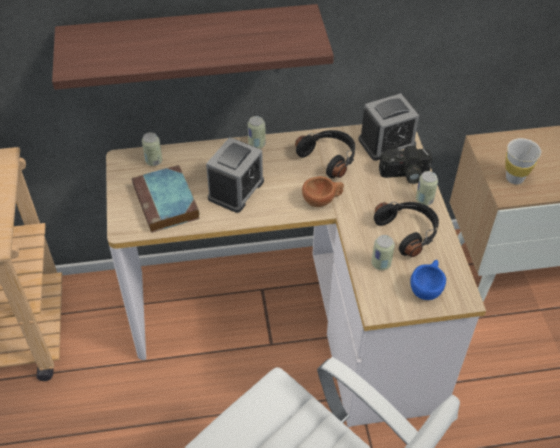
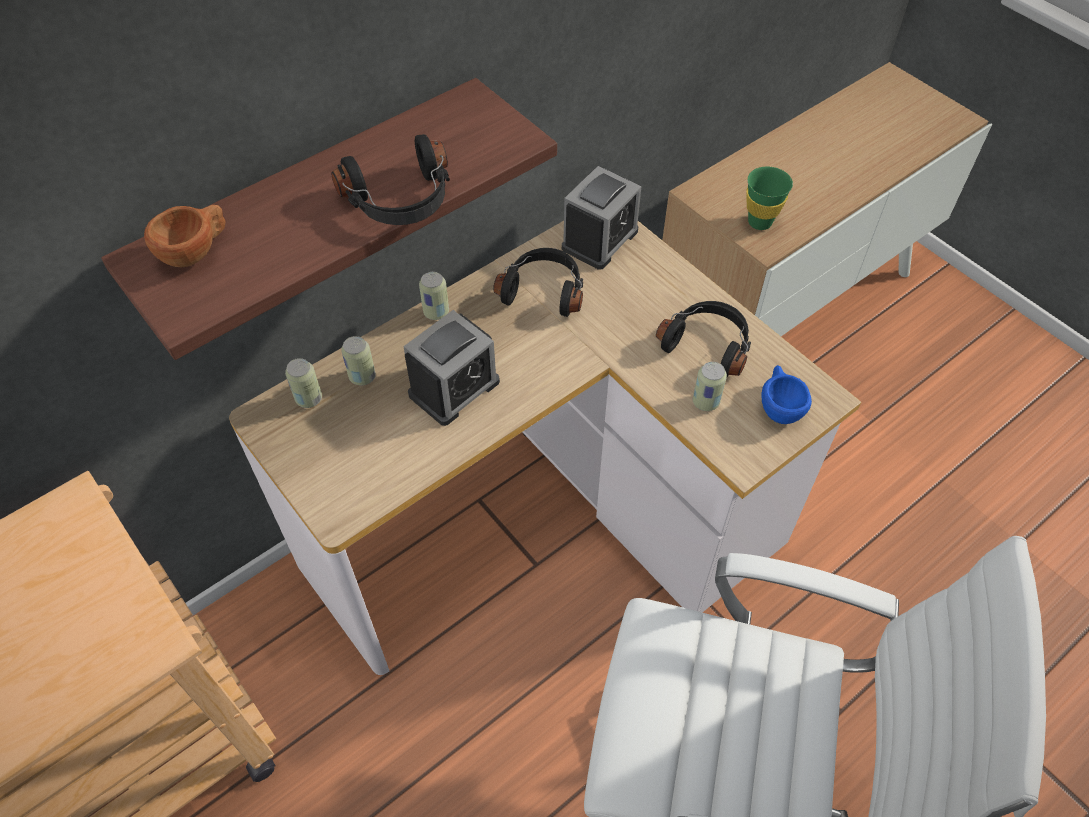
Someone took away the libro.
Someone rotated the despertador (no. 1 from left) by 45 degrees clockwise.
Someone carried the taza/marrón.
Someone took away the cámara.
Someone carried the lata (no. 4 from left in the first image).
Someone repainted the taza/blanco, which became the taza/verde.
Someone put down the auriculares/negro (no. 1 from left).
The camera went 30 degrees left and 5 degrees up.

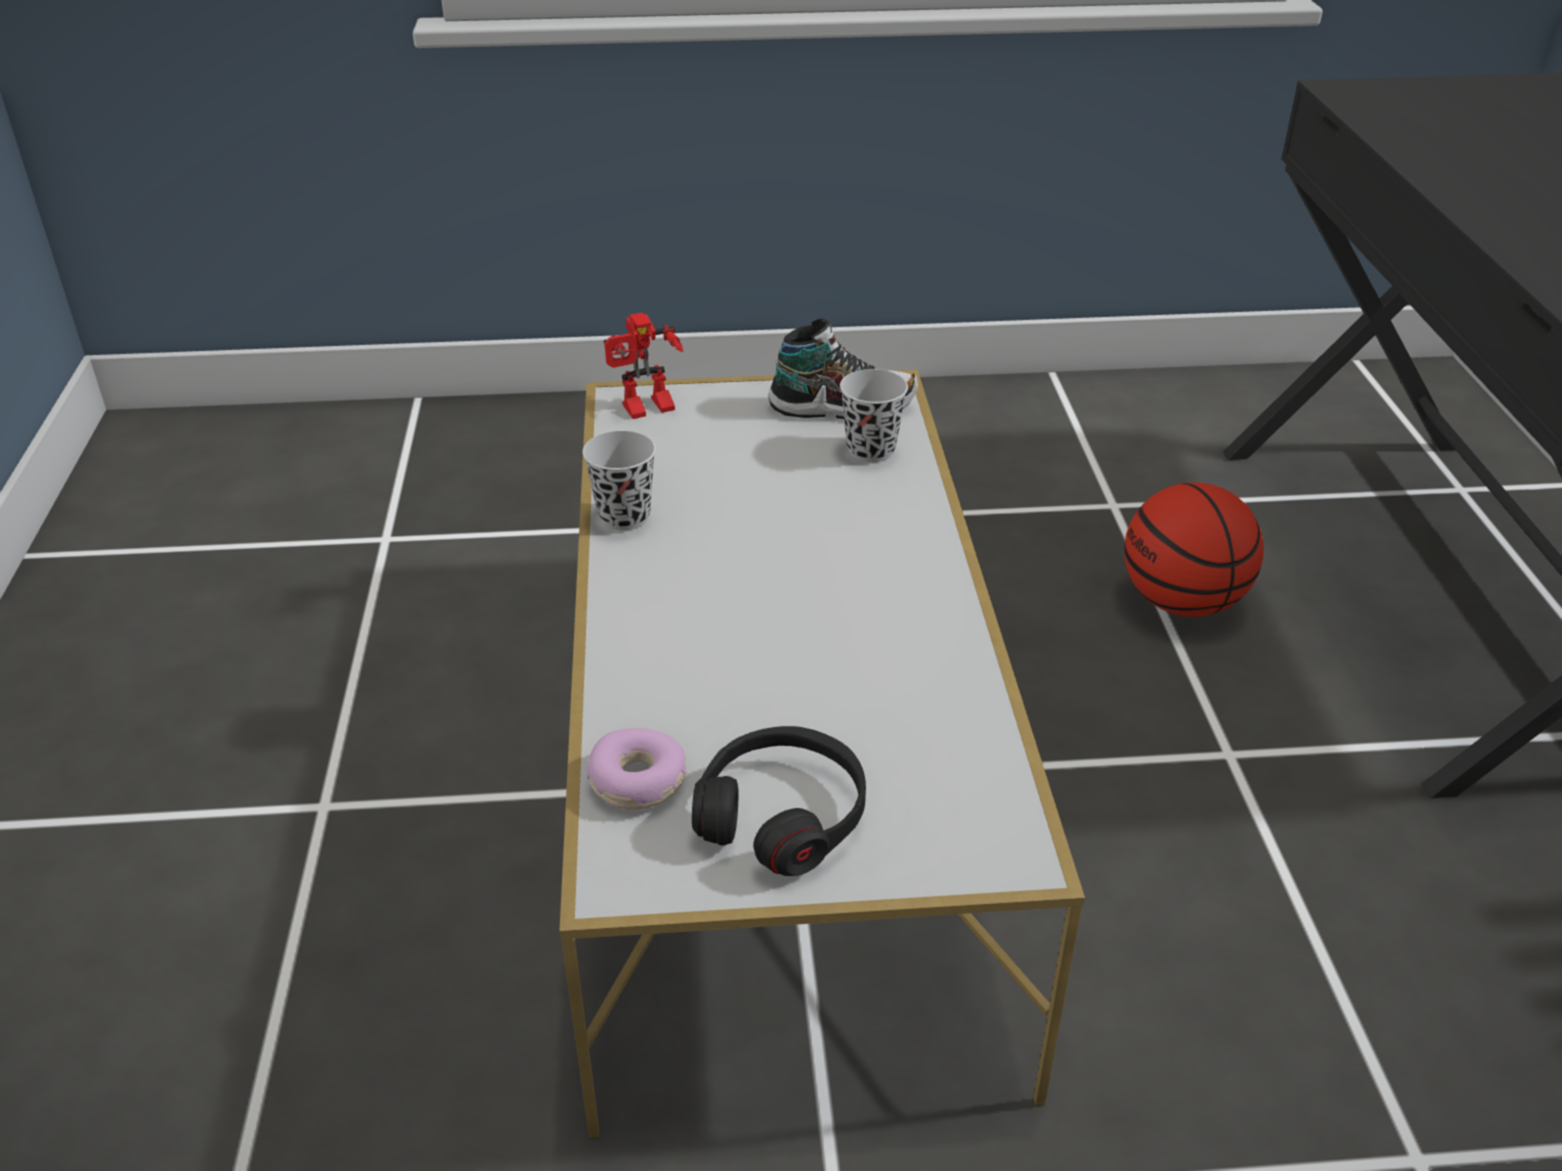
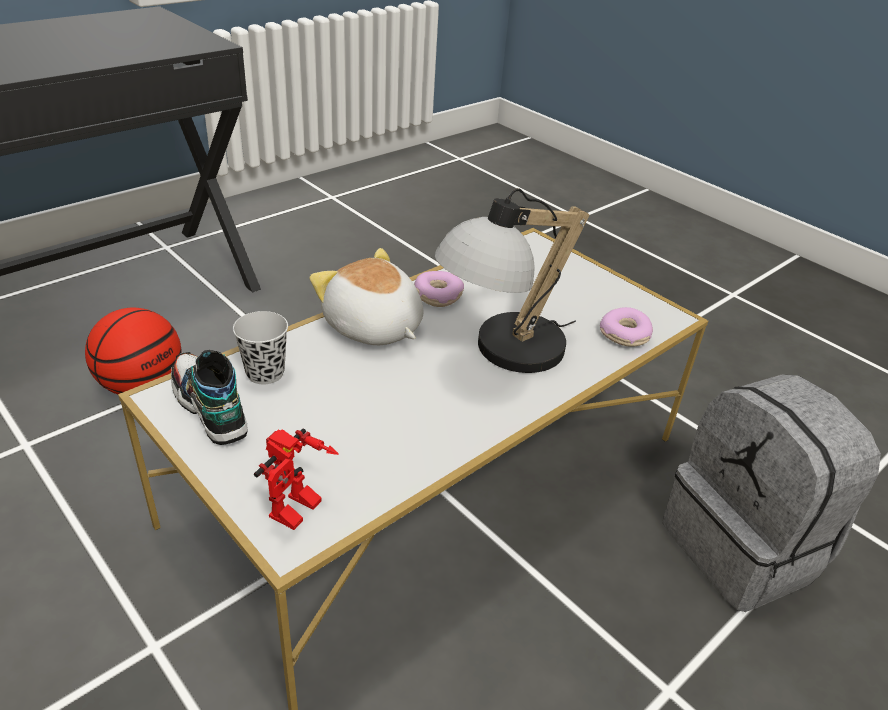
Someone took away the taza/negro (no. 1 from left).
Someone rotated the robot de juguete by 90 degrees clockwise.
Someone took away the auriculares/negro.
Someone put down the peluche.
Someone put down the rosquilla (no. 1 from left).
Someone put down the lámpara de mesa.
Someone put down the mochila/gris.
The camera went 130 degrees left and 0 degrees up.

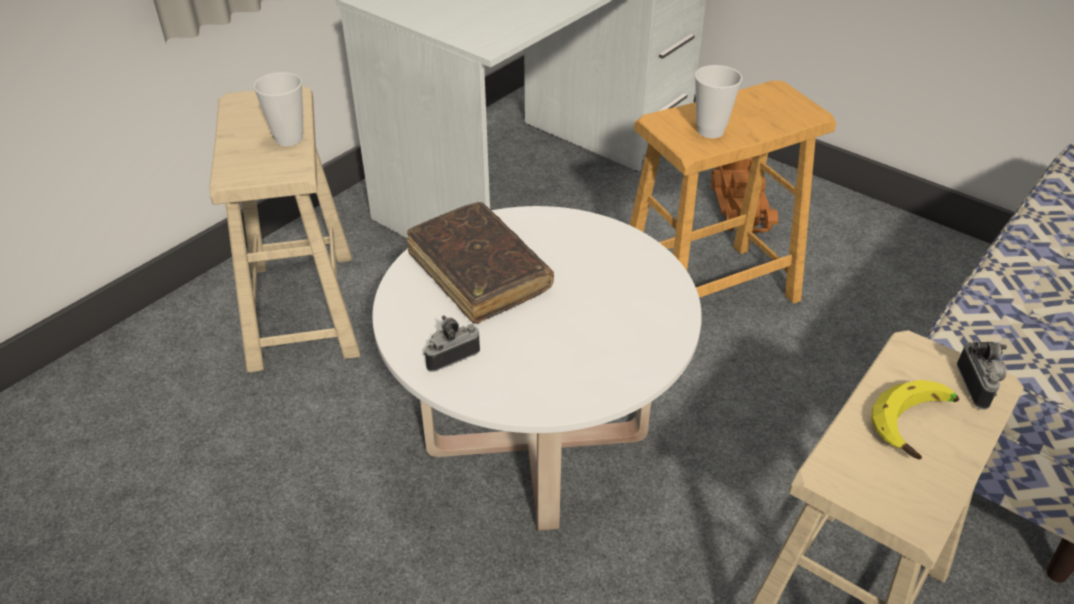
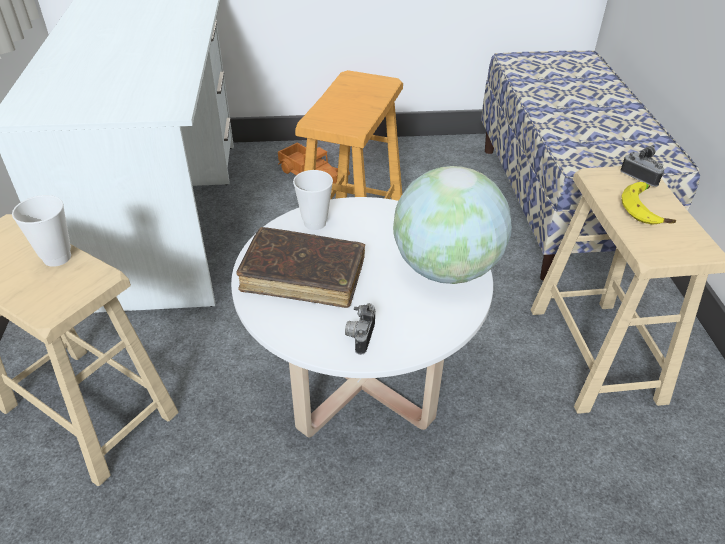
Someone carried the taza (no. 2 from left).
Someone put down the globo terráqueo.
The camera went 45 degrees left and 0 degrees up.

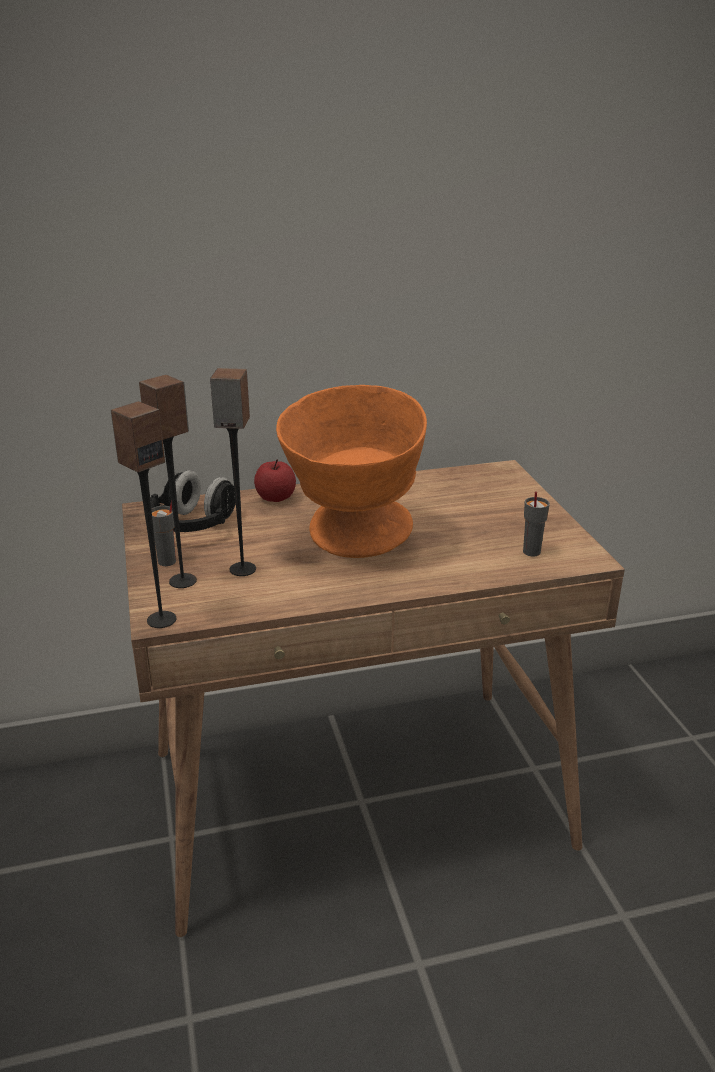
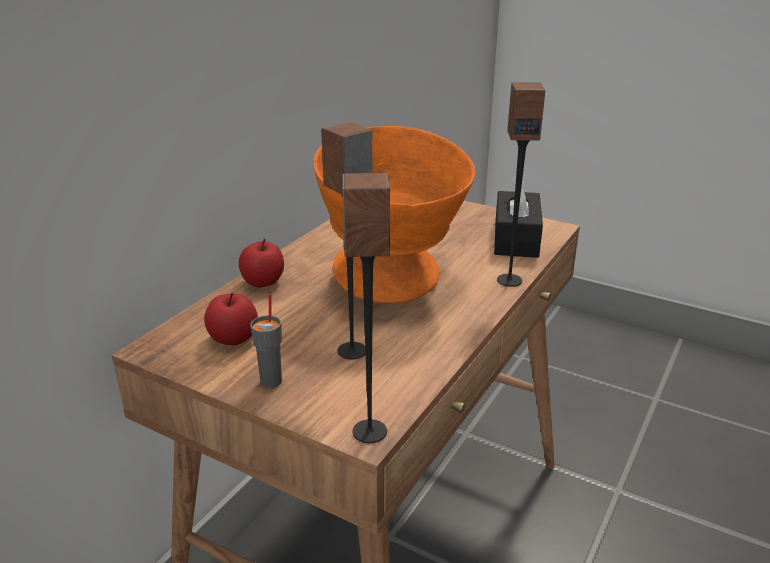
Someone carried the altavoz (no. 2 from left in the first image).
Someone swapped the auriculares/negro for the manzana (no. 1 from left).
Someone swapped the taza/gris (no. 2 from left) for the caja de pañuelos/negro.
The camera went 45 degrees left and 0 degrees up.

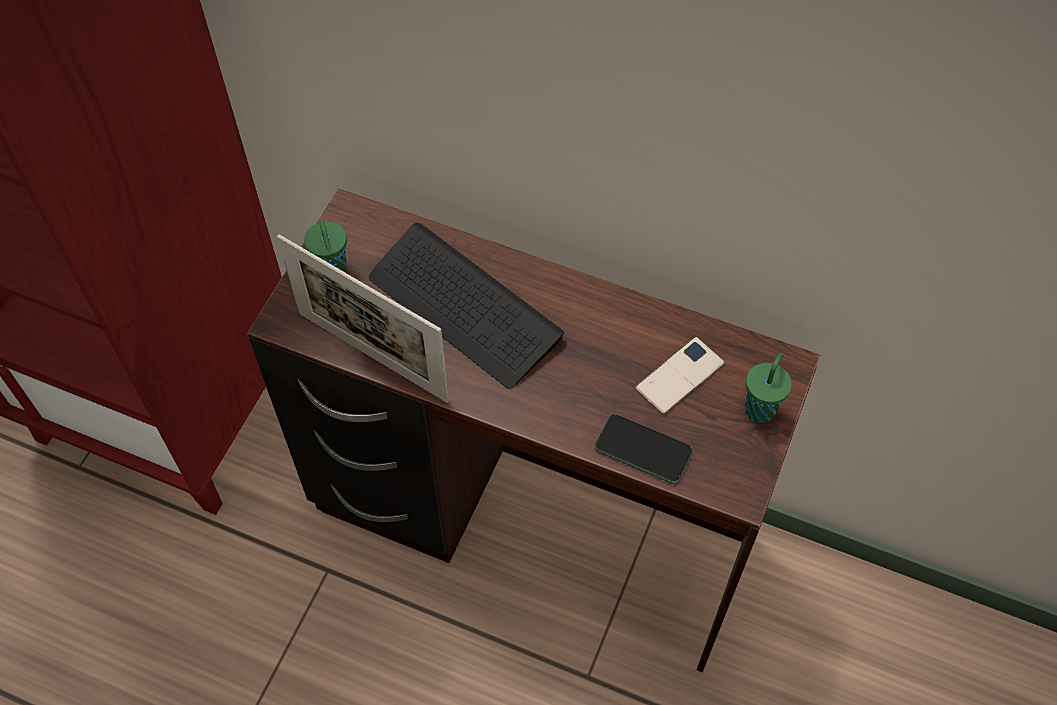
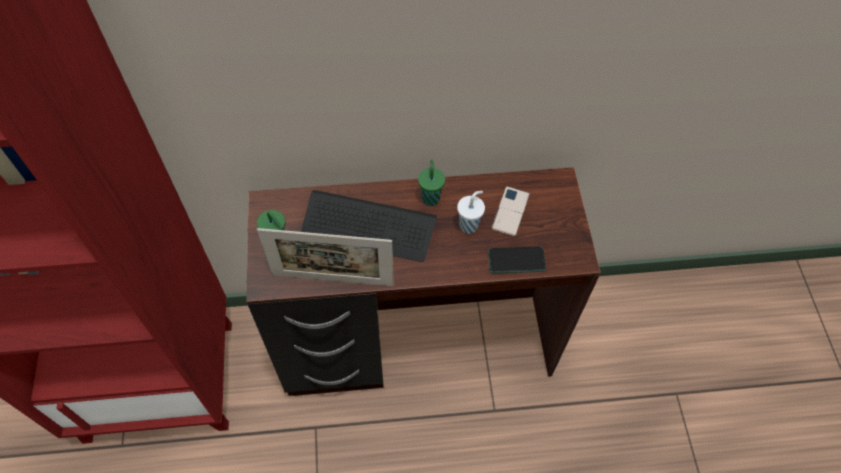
Someone carried the taza/verde (no. 2 from left).
Someone put down the taza/blanco.
The camera went 30 degrees left and 0 degrees up.

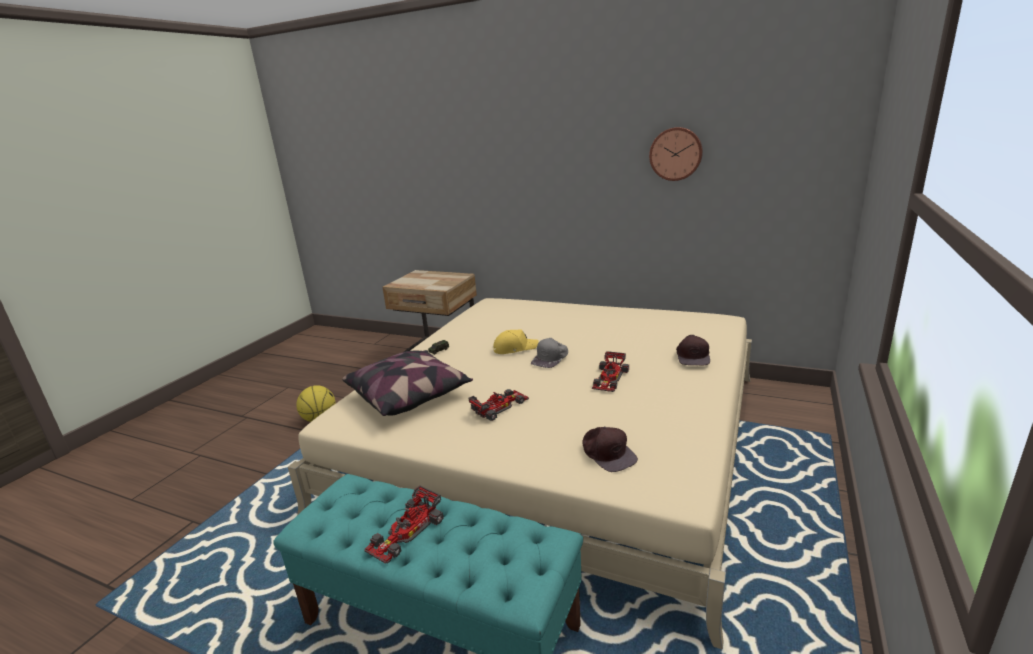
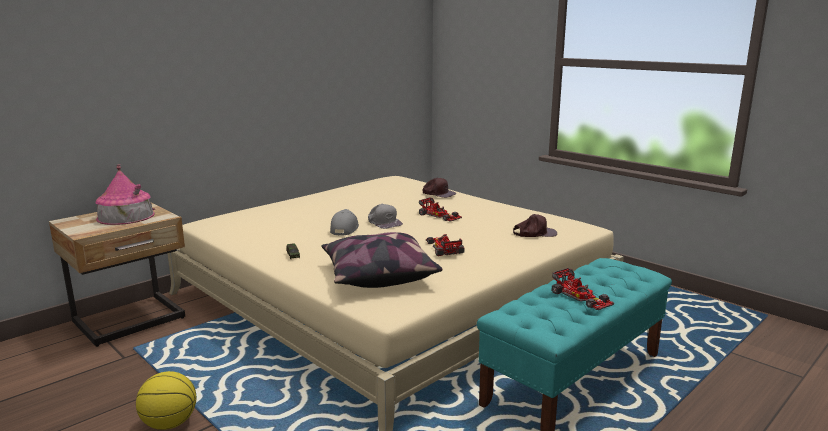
Someone repainted the gorra/amarillo, which became the gorra/gris (no. 1 from left).
Someone took away the reloj de pared.
Someone put down the casita.
The camera went 70 degrees left and 5 degrees down.

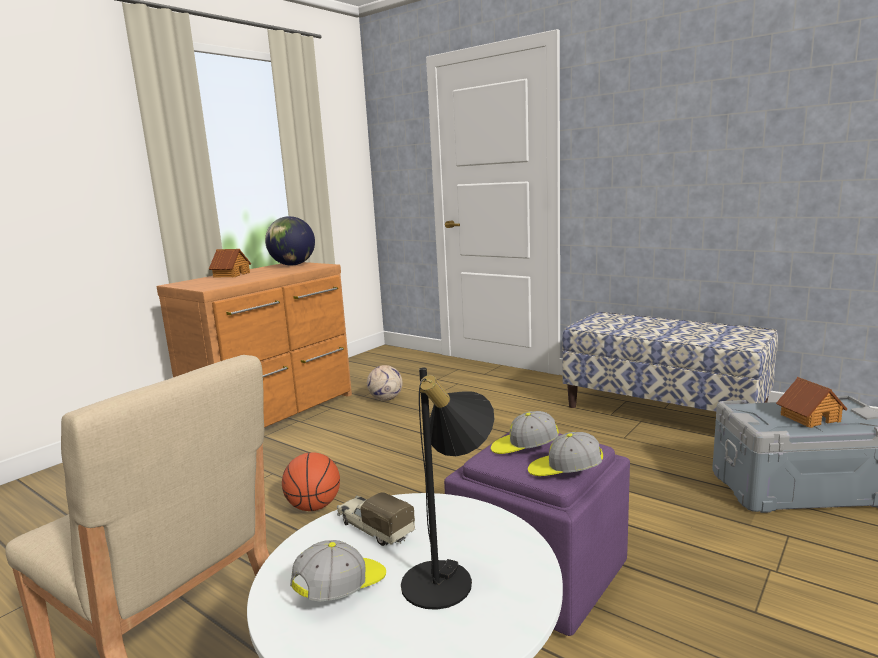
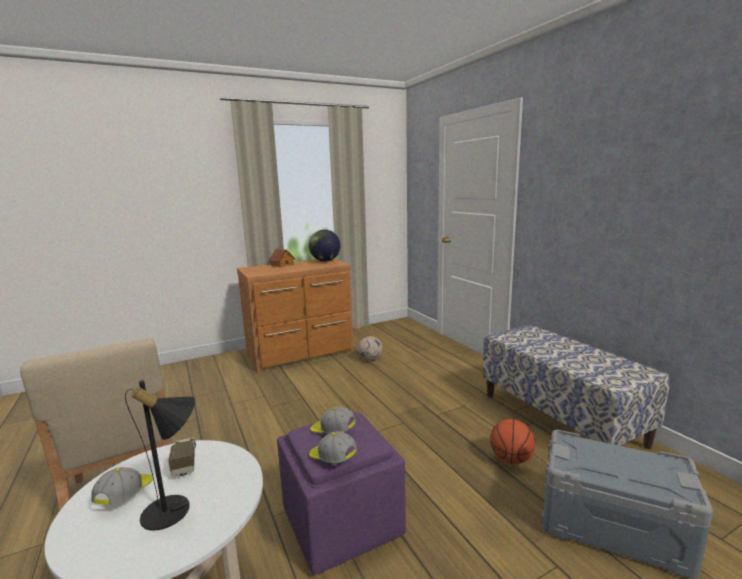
Someone carried the balón de baloncesto.
Someone rotated the gorra (no. 1 from left) by 60 degrees counterclockwise.
Someone took away the casita (no. 2 from left).
The camera went 25 degrees right and 0 degrees up.

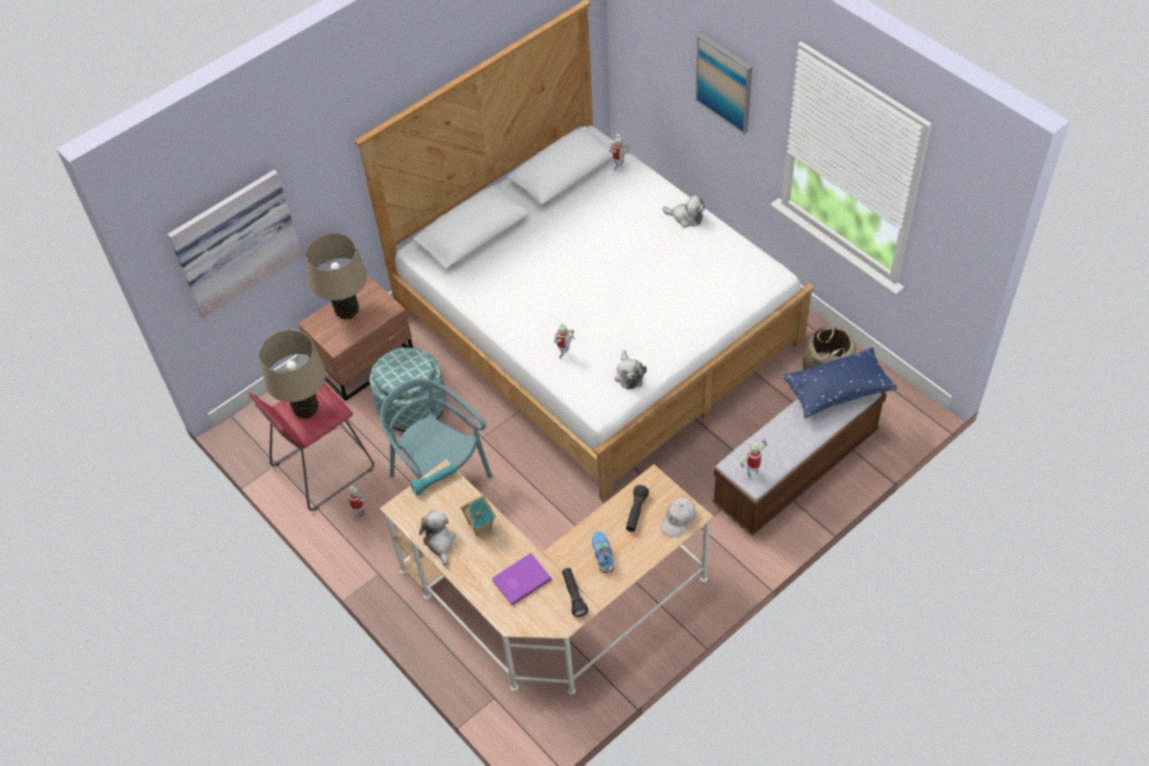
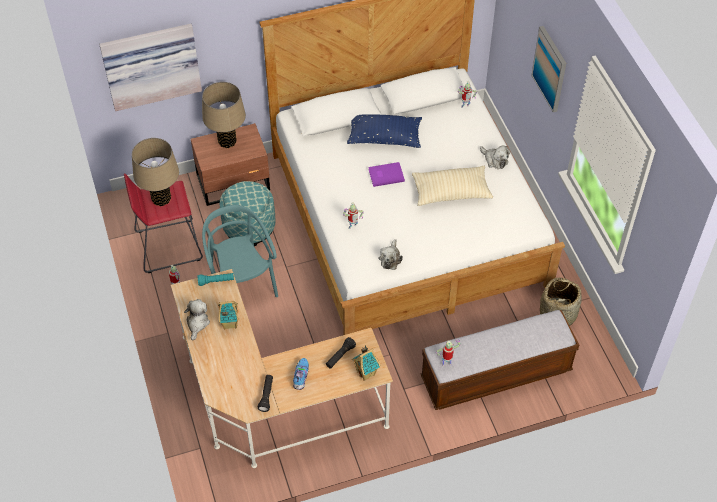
Someone carried the libro/morado.
Someone swapped the gorra/blanco for the casita (no. 2 from left).
Someone carried the cojín/azul.
Someone put down the cojín/beis.
The camera went 20 degrees right and 0 degrees up.

